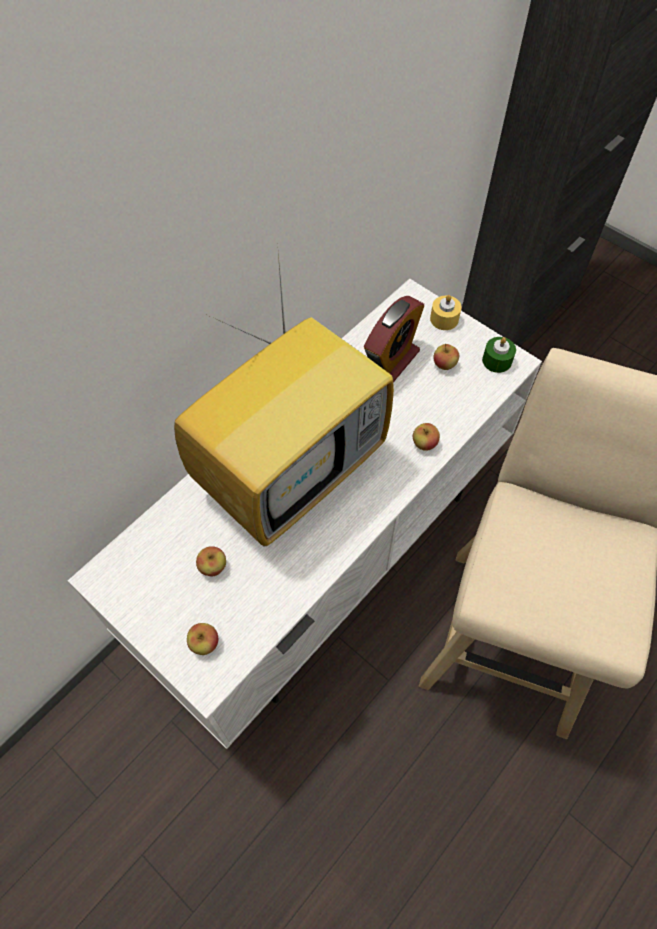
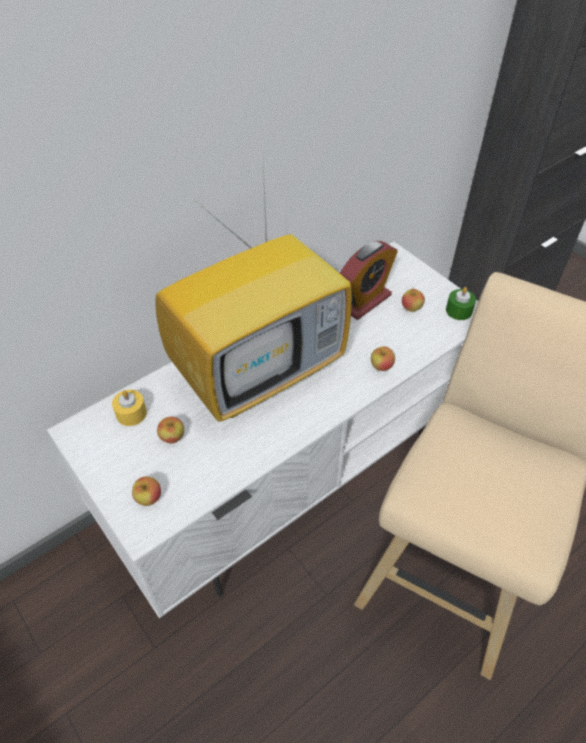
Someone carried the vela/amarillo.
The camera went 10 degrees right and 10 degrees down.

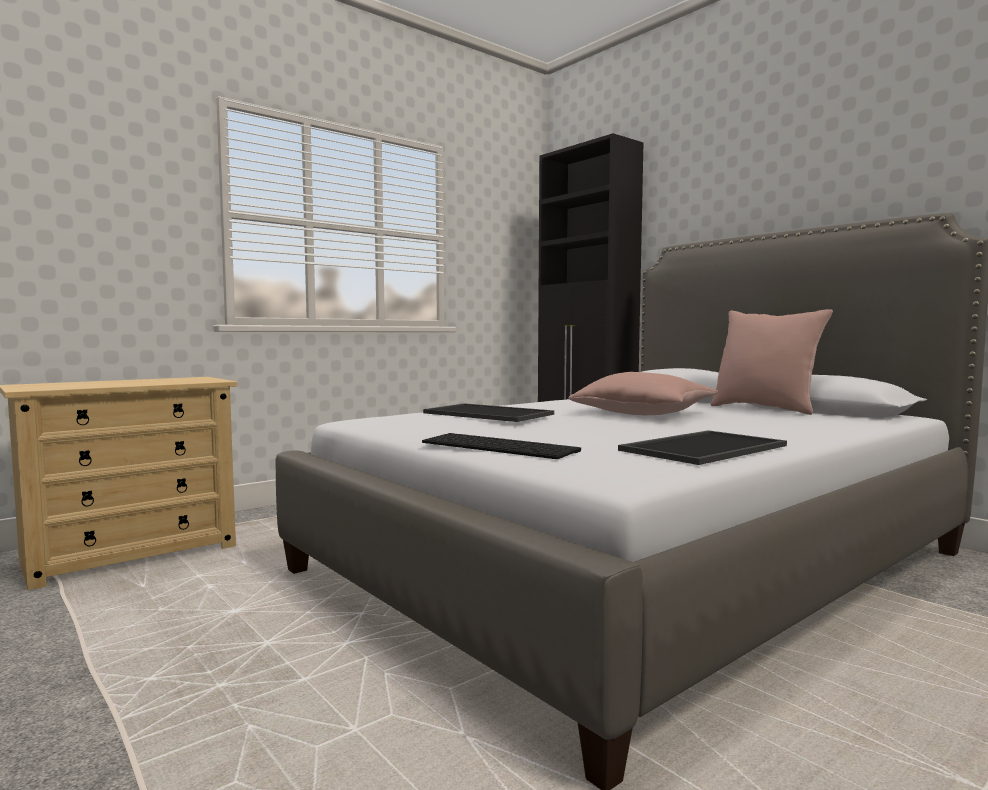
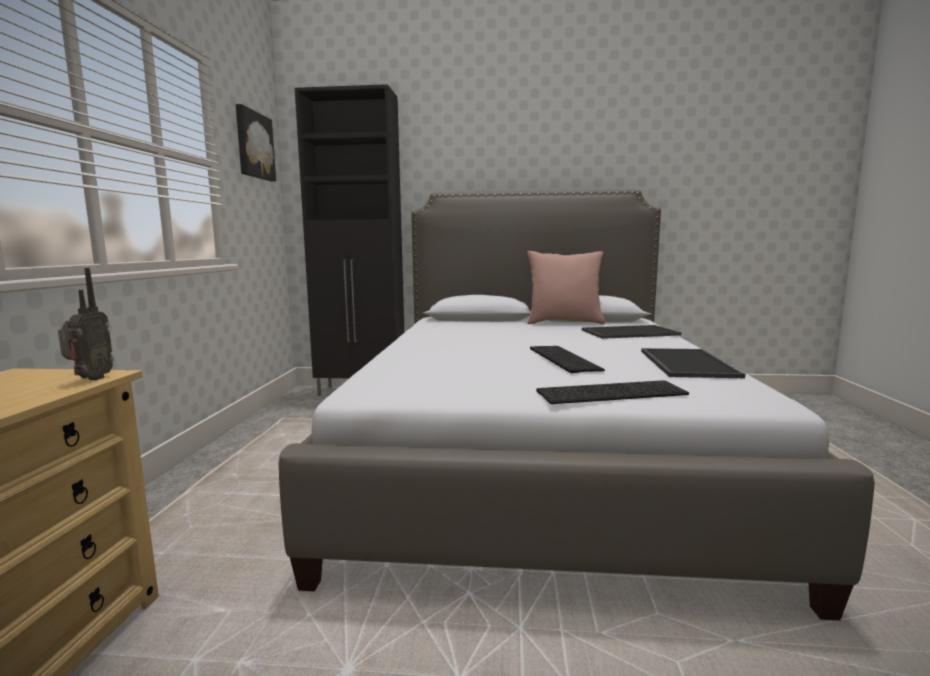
Someone carried the bandeja (no. 1 from left).
Someone took away the cojín/rosa (no. 1 from left).
Someone put down the radio.
Someone put up the cuadro.
Someone put down the teclado (no. 1 from left).
The camera went 45 degrees left and 5 degrees up.

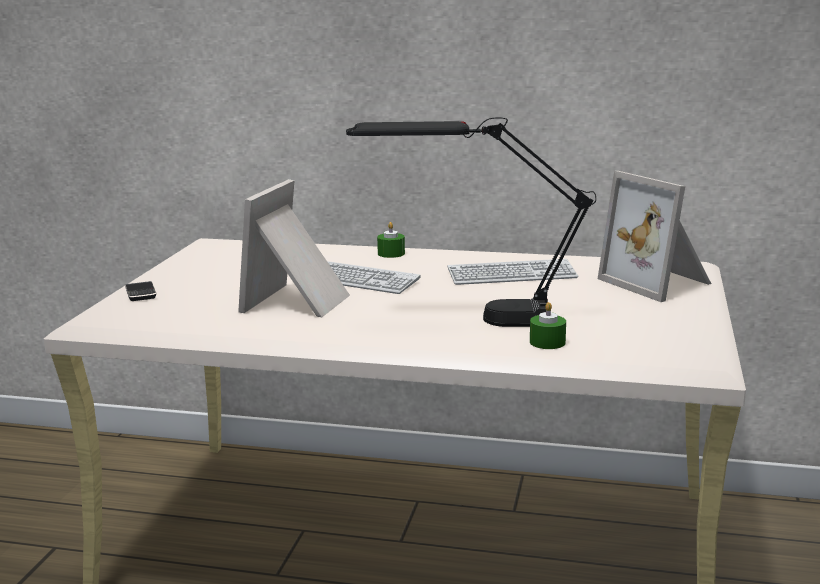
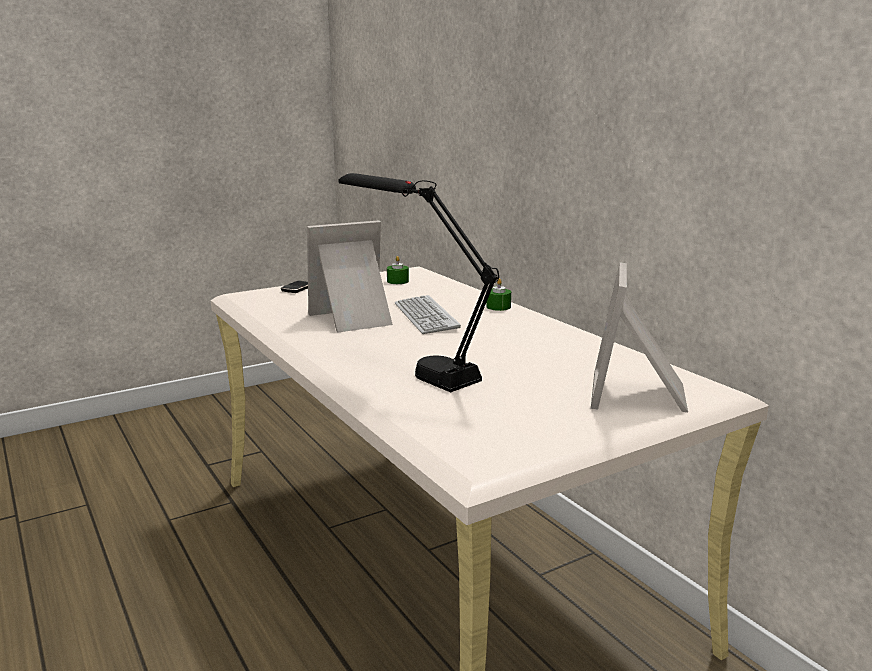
Someone took away the teclado (no. 2 from left).
Someone carried the vela/verde (no. 2 from left in the first image).
The camera went 45 degrees right and 0 degrees up.

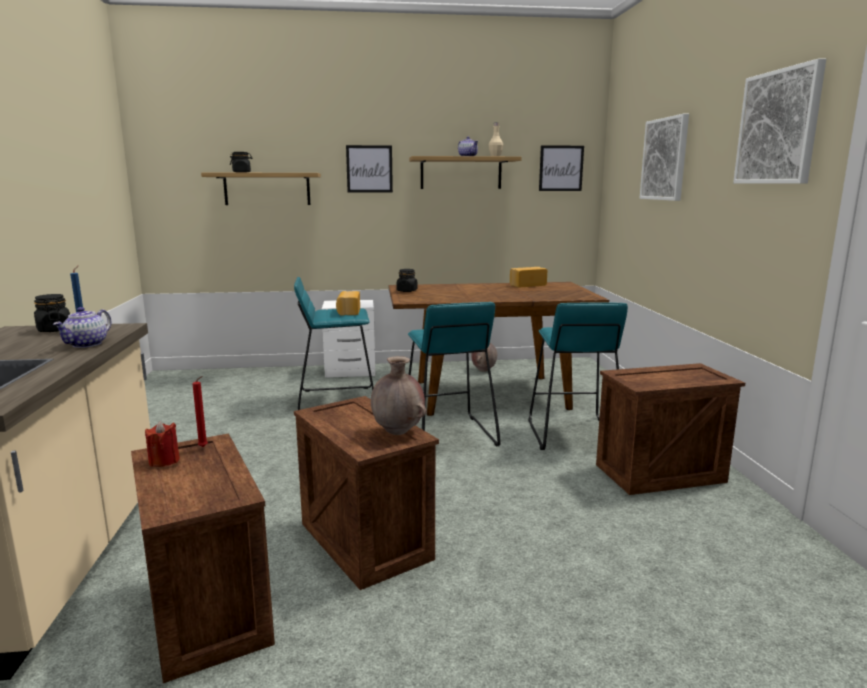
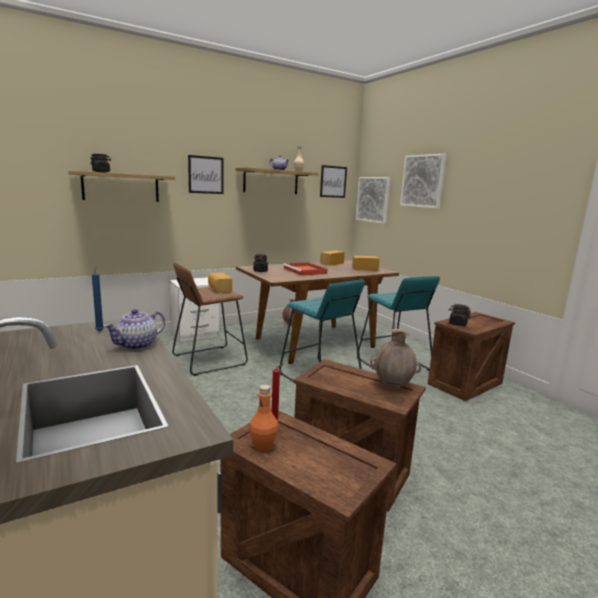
Someone carried the tarro/negro (no. 1 from left in the first image).
Someone rotated the tetera (no. 1 from left) by 45 degrees clockwise.
Someone swapped the vela/rojo (no. 1 from left) for the botella/naranja.
Someone repainted the taburete/turquesa (no. 1 from left), which became the taburete/marrón.
Someone carried the cuadro (no. 4 from left in the first image).
Someone put down the bandeja/rojo.
Someone put down the pan (no. 3 from left).
The camera went 25 degrees left and 0 degrees up.

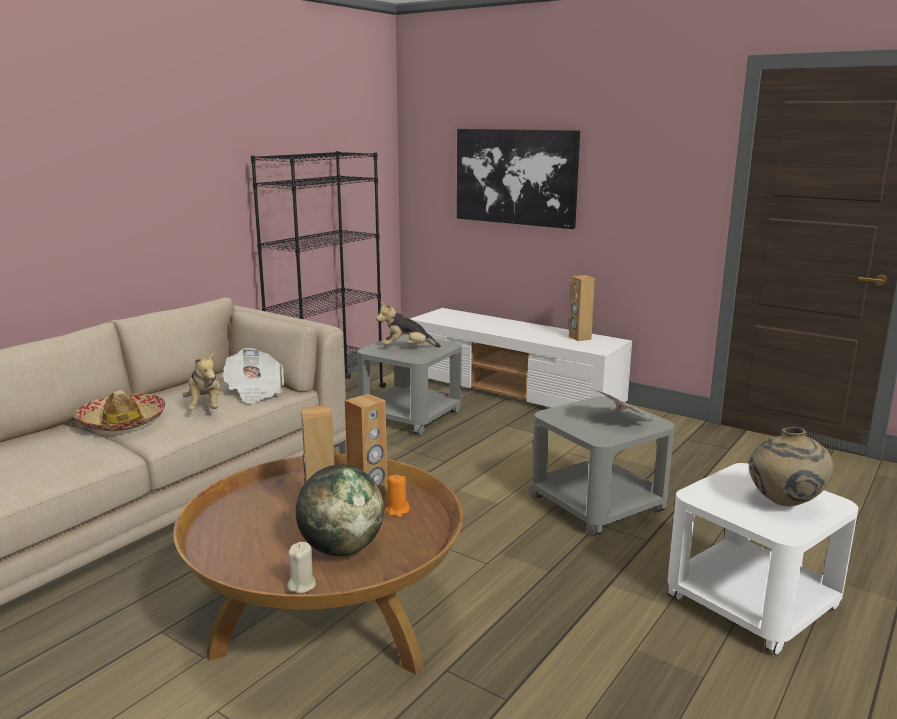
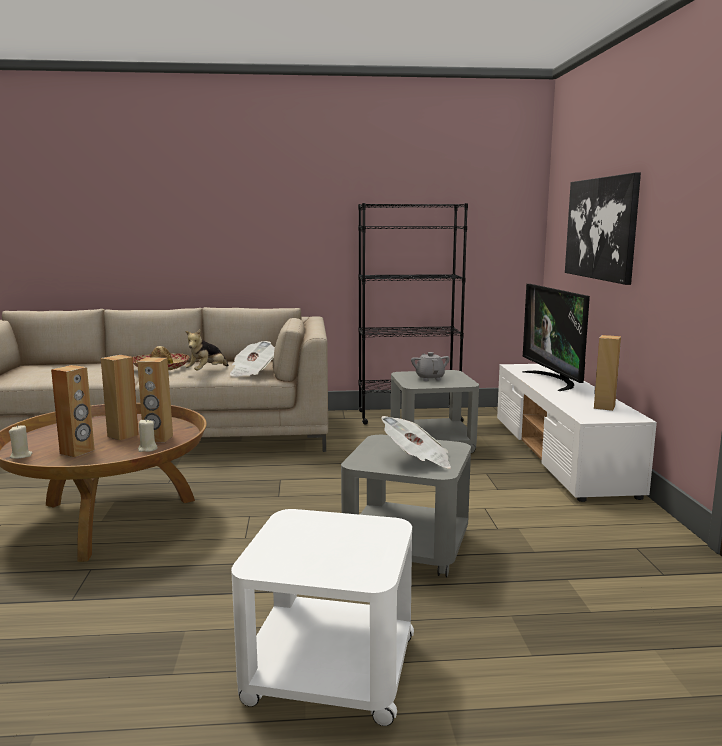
Someone swapped the globo terráqueo for the altavoz/marrón (no. 1 from left).
Someone swapped the peluche (no. 2 from left) for the tetera/gris.
Someone repainted the vela/naranja, which became the vela/beis (no. 2 from left).
Someone took away the florero/beis.
Someone put down the televisor.
The camera went 50 degrees right and 5 degrees down.

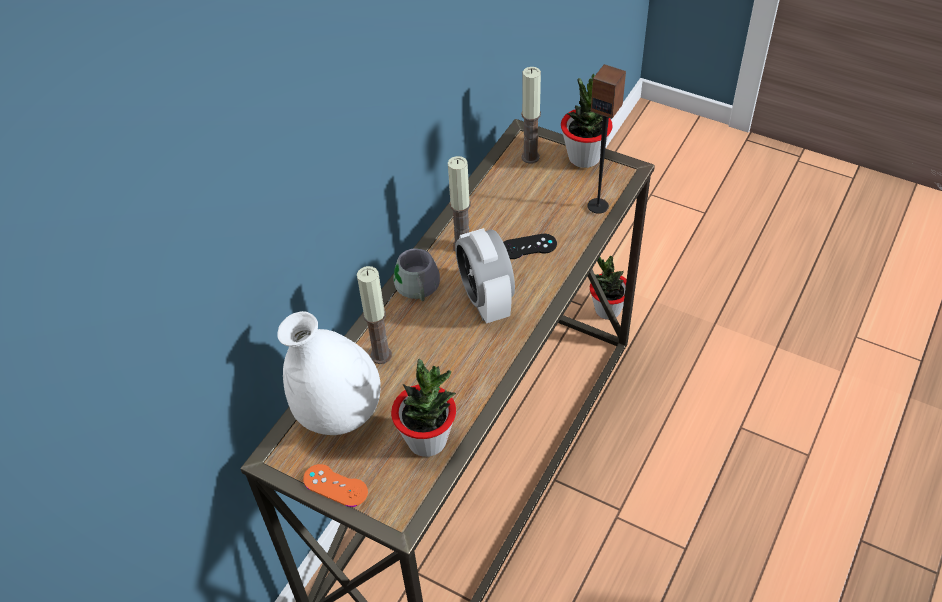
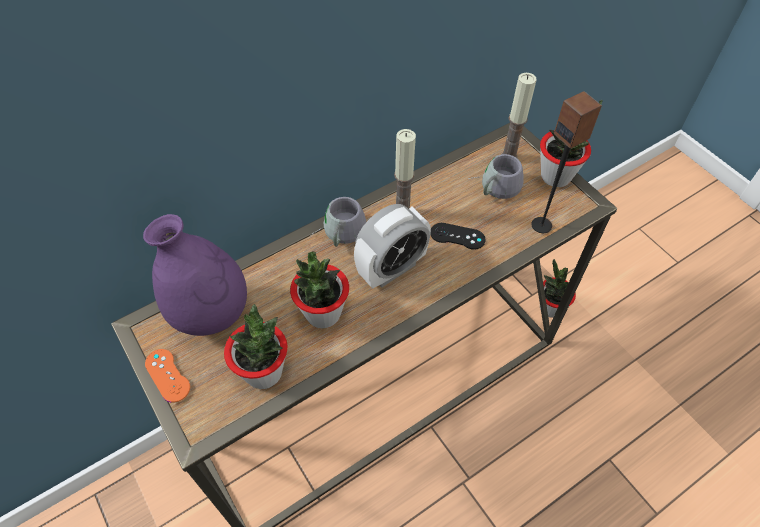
Someone repainted the florero/blanco, which became the florero/morado.
Someone took away the vela (no. 1 from left).
Someone rotated the despertador by 135 degrees counterclockwise.
Someone put down the planta en maceta (no. 2 from left).
Someone put down the taza grande/gris (no. 2 from left).
The camera went 25 degrees right and 5 degrees up.

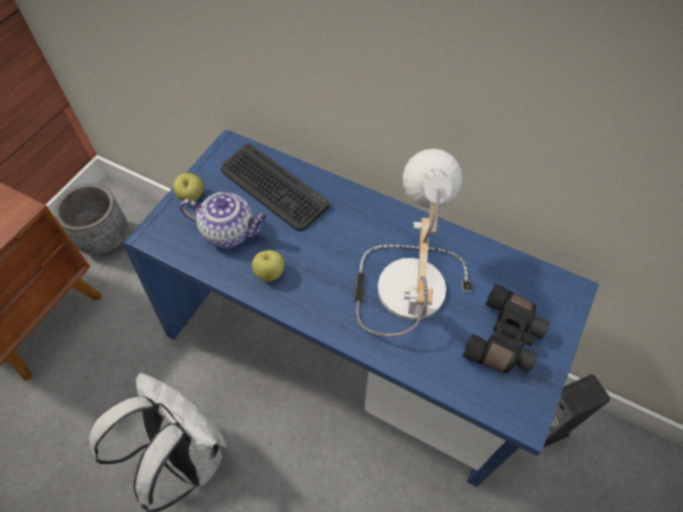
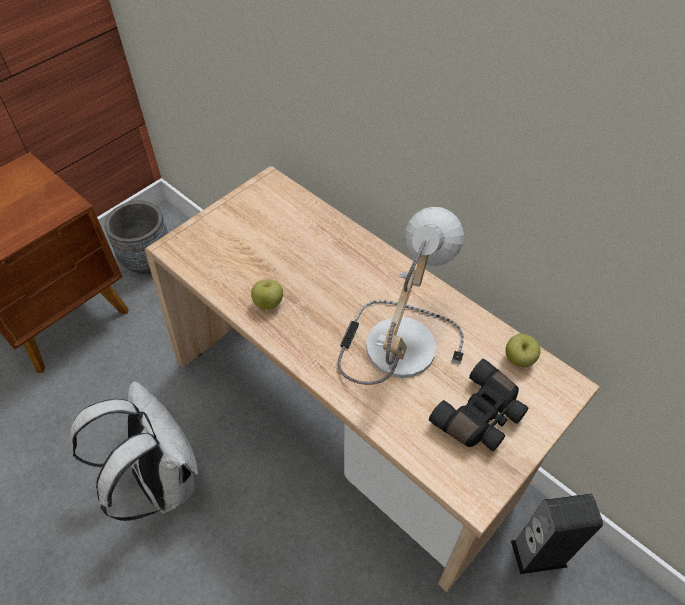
Someone repainted the escritorio/azul, which became the escritorio/beis.
Someone carried the manzana (no. 1 from left in the first image).
Someone took away the tetera.
Someone took away the teclado.
The camera went 15 degrees right and 5 degrees down.

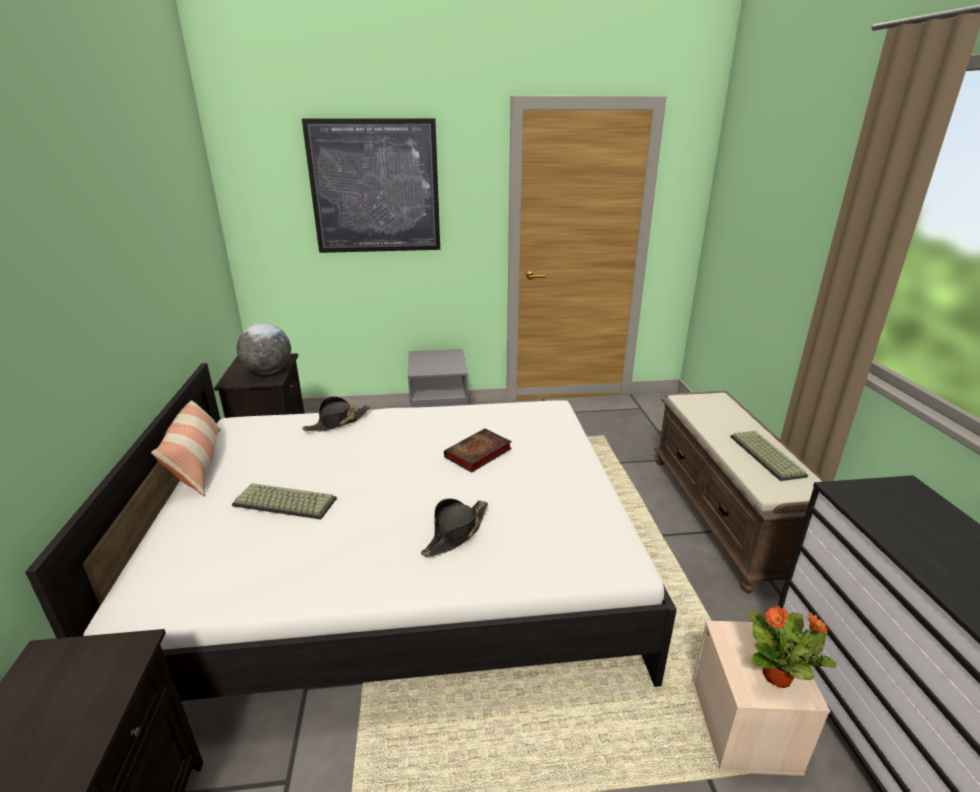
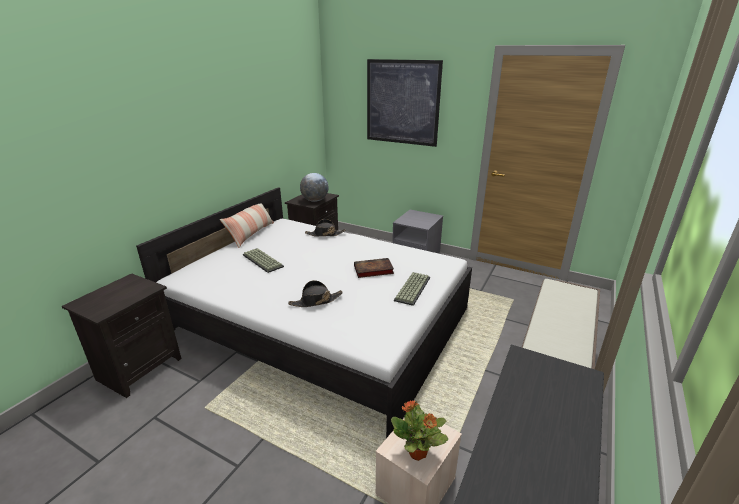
Someone carried the teclado (no. 2 from left).
The camera went 35 degrees right and 0 degrees up.

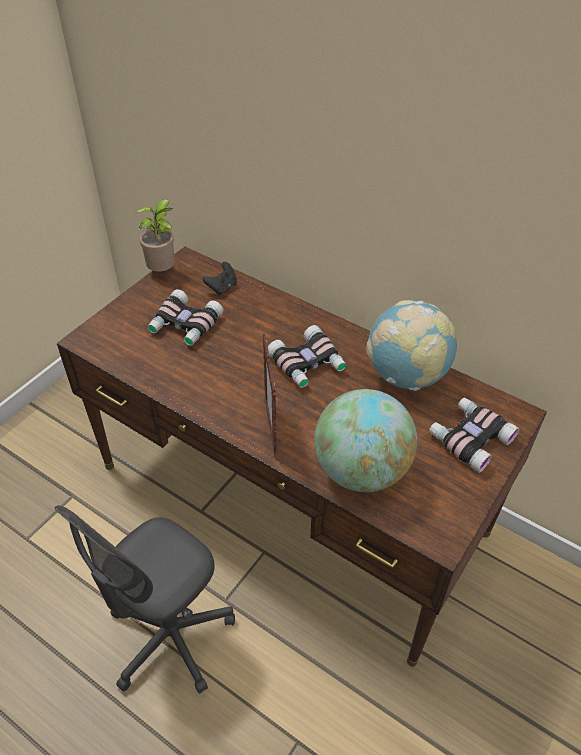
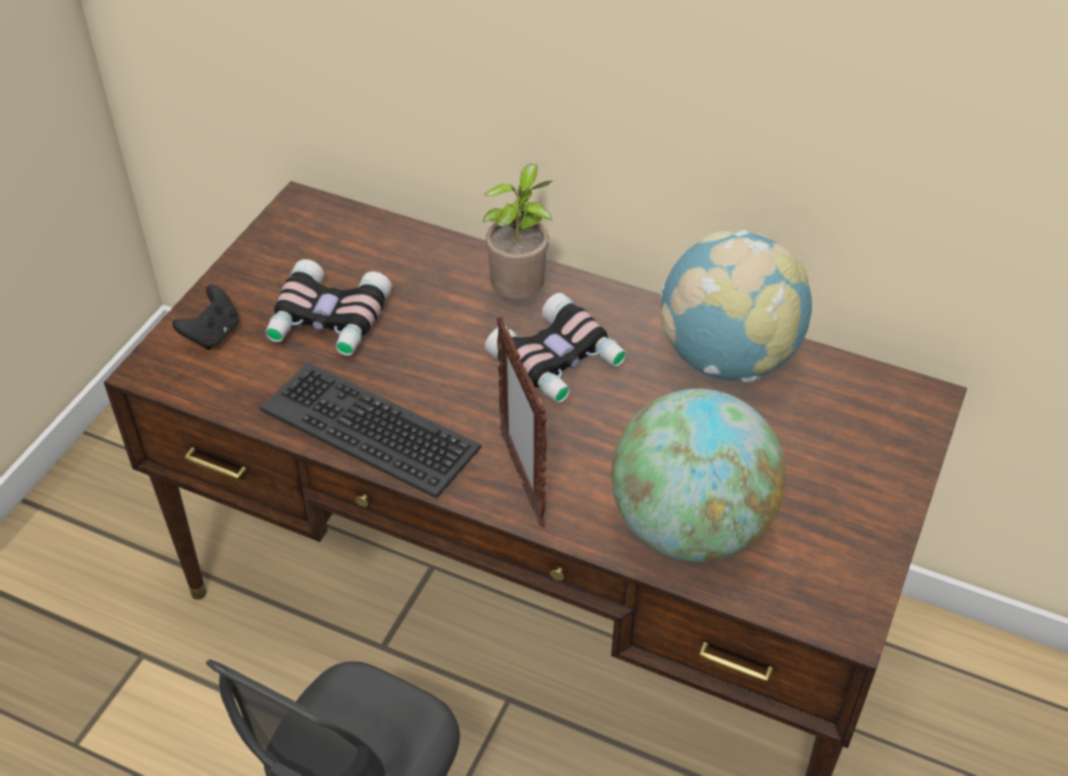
Someone carried the planta en maceta.
Someone carried the mando de consola/negro.
Someone took away the prismáticos (no. 3 from left).
Someone put down the teclado.
The camera went 10 degrees left and 0 degrees up.

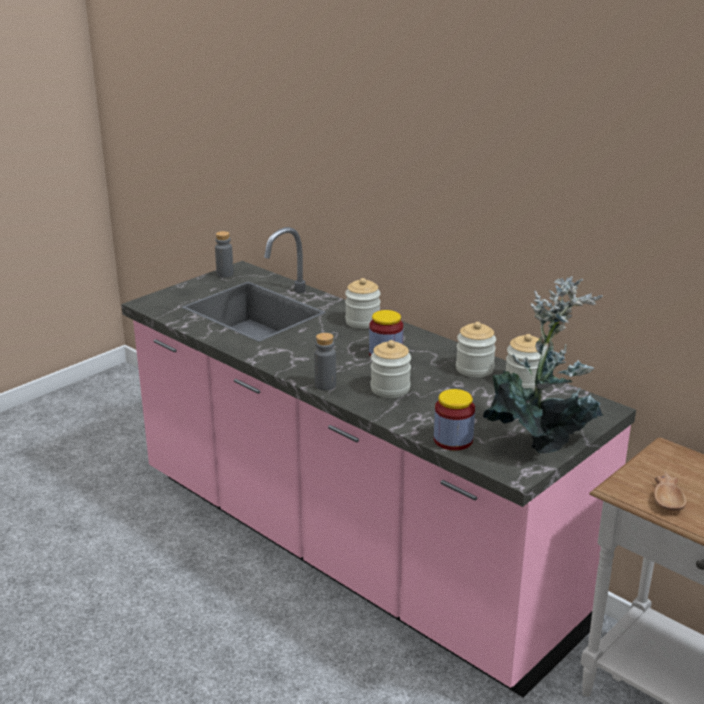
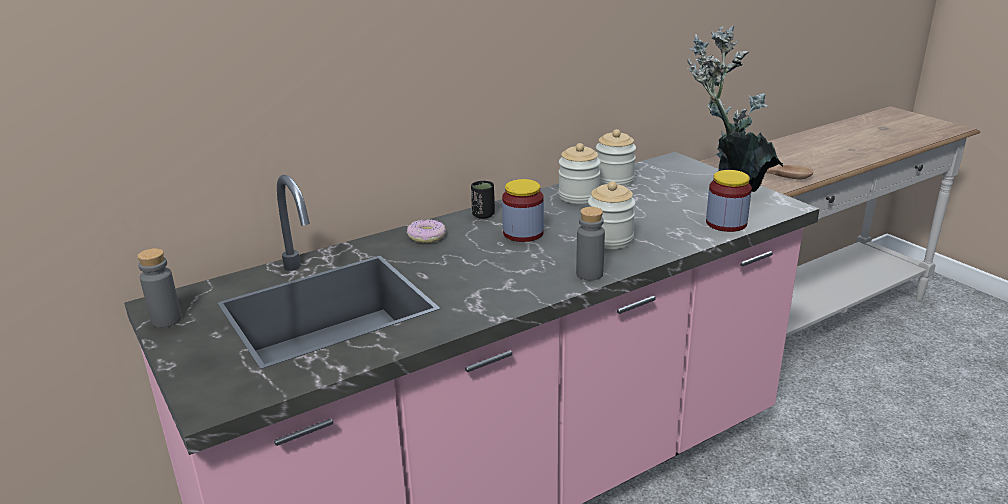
Someone swapped the tarro (no. 1 from left) for the rosquilla.
Someone put down the taza/negro.
The camera went 75 degrees left and 0 degrees up.

